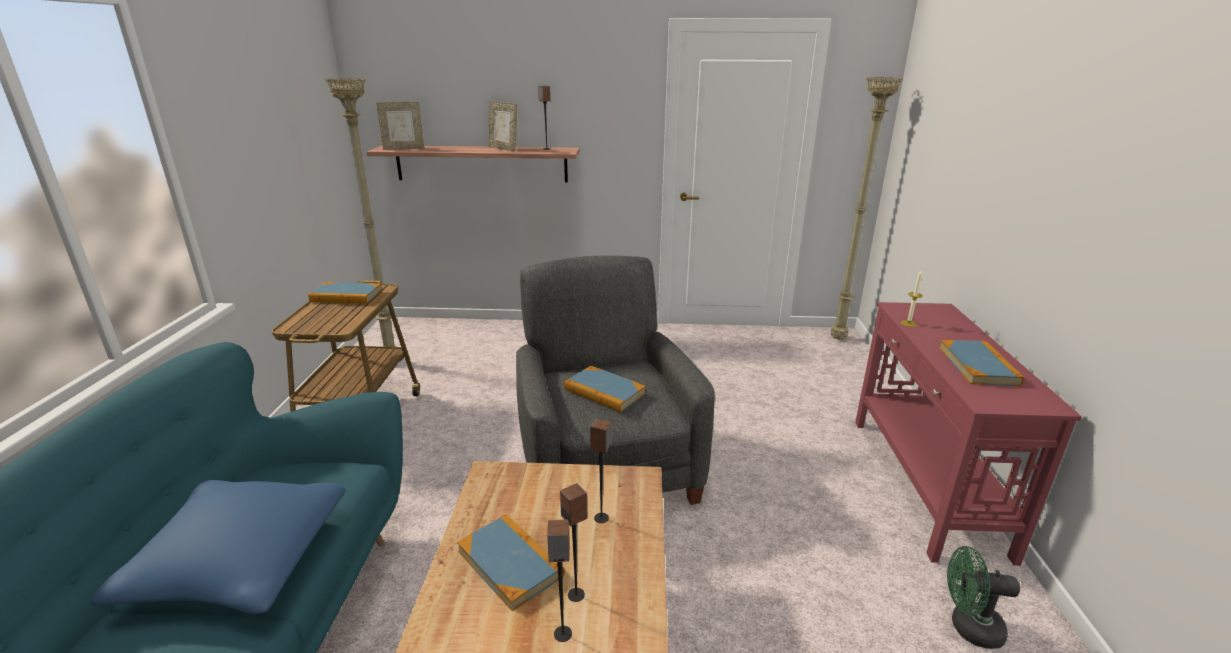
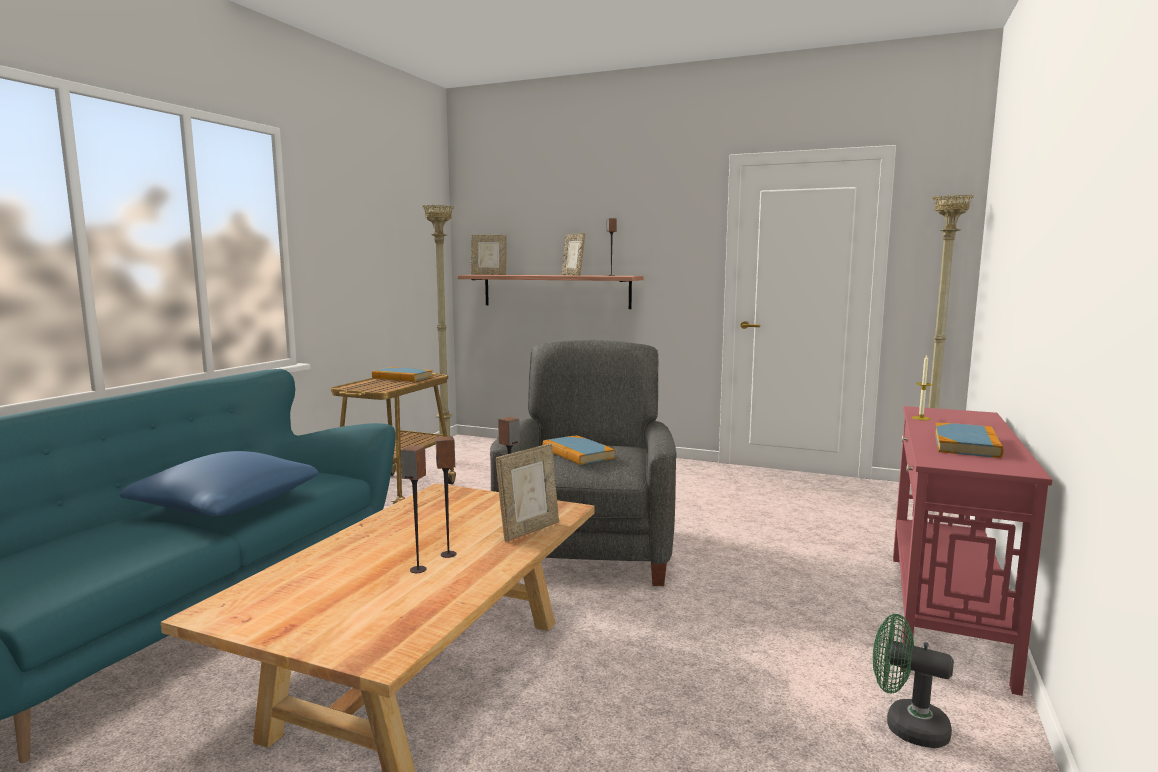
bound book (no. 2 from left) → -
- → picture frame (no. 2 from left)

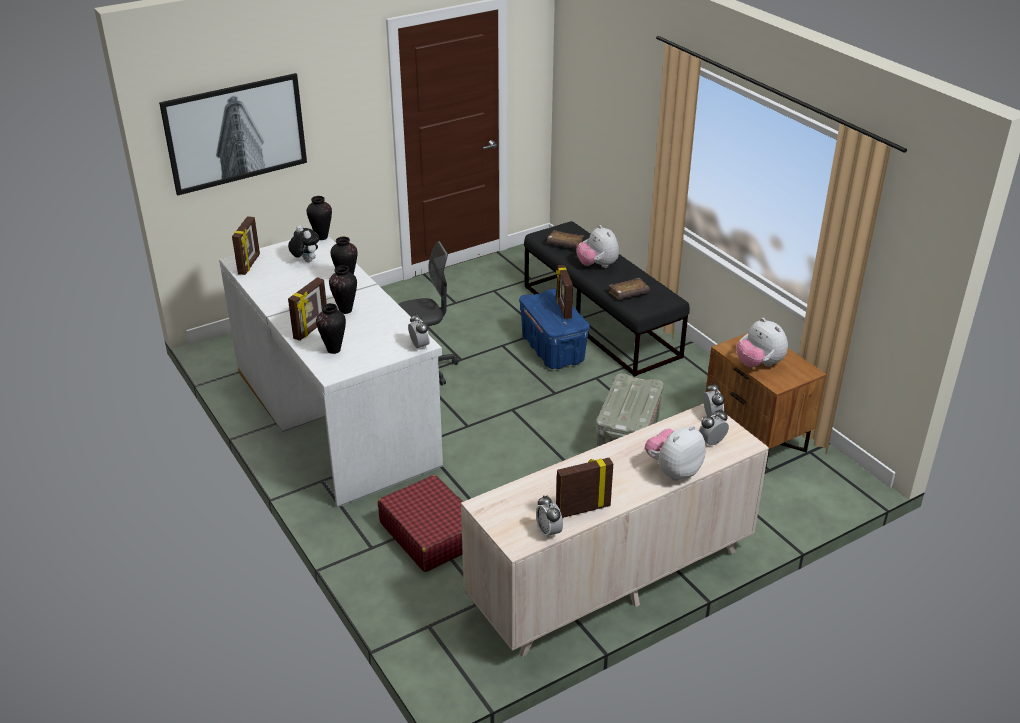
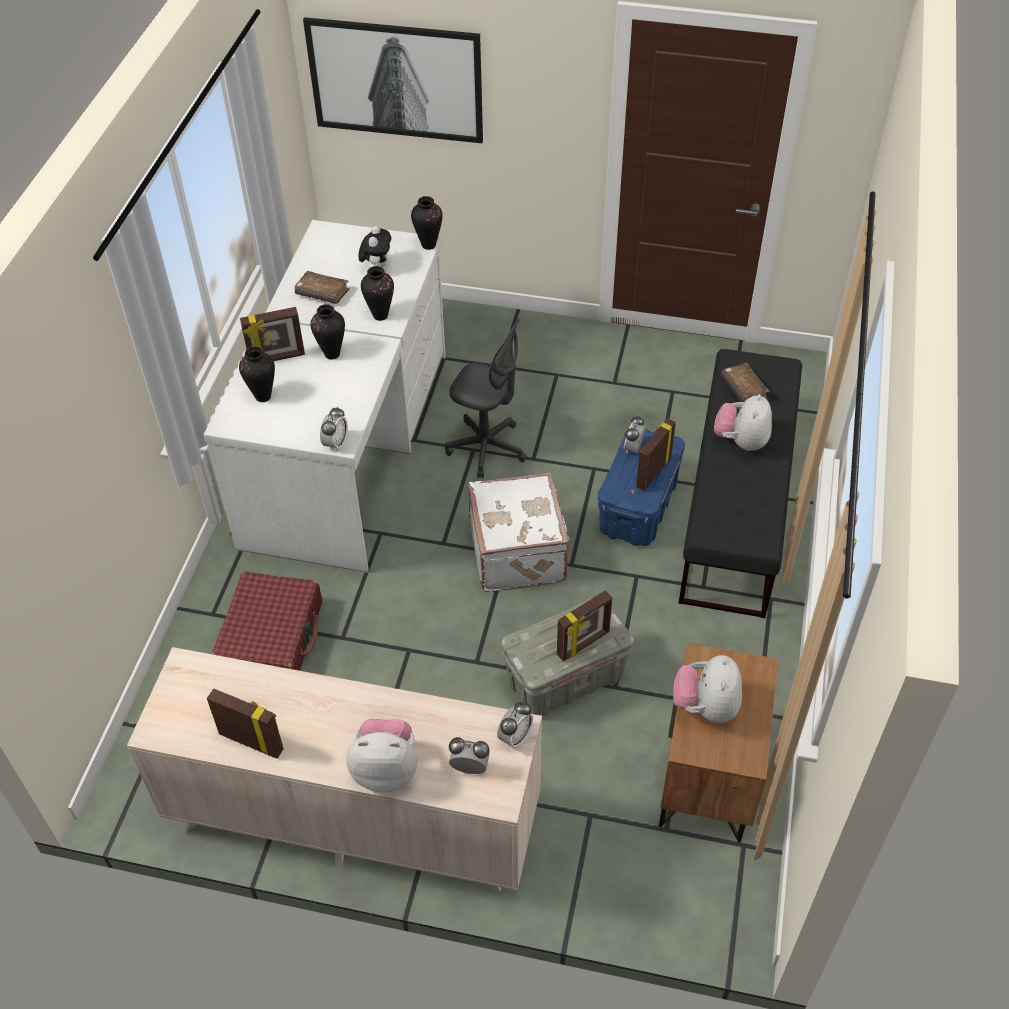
picture frame (no. 1 from left in the first image) → picture frame (no. 3 from left), relocated
alarm clock (no. 2 from left in the first image) → alarm clock (no. 4 from left), relocated
brown-coloured bound book (no. 2 from left in the first image) → brown-coloured bound book (no. 1 from left), relocated
- → white suitcase

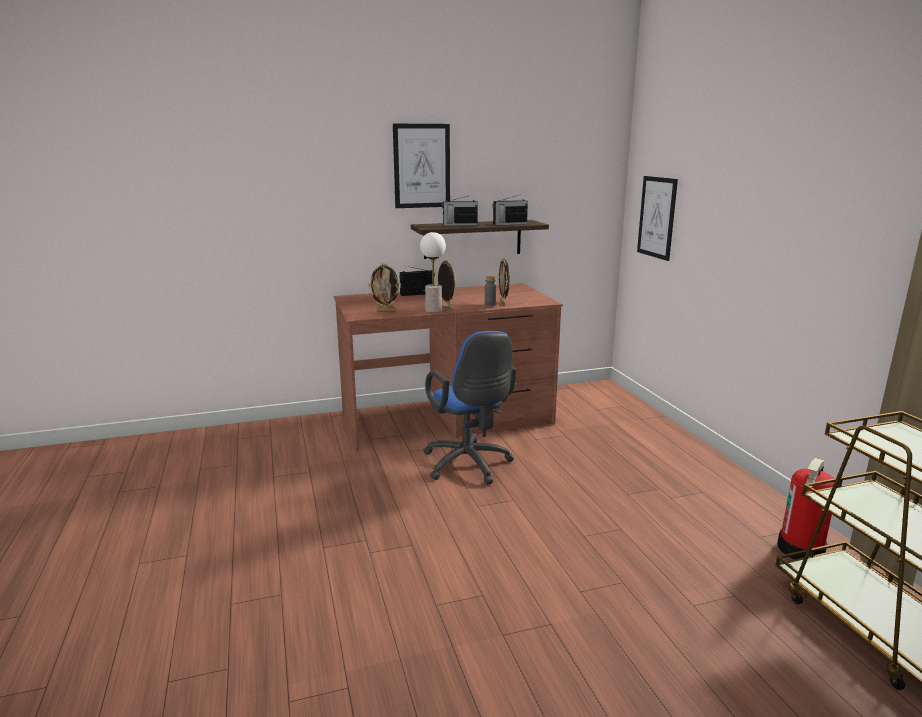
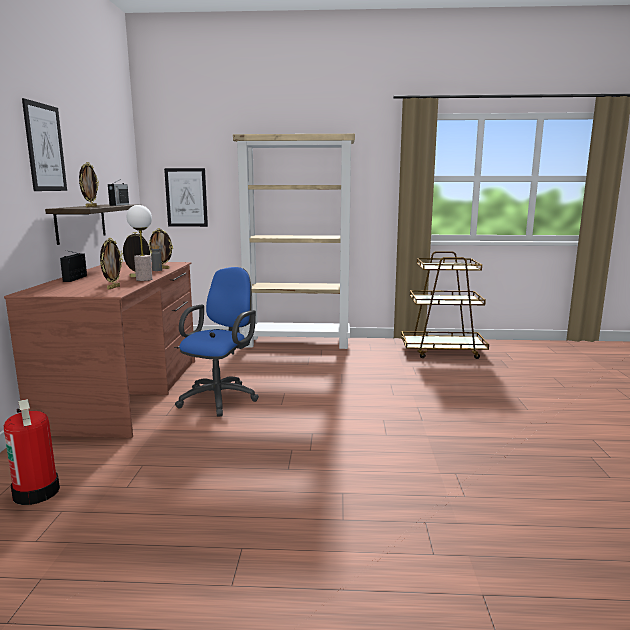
bluish office chair, 60 degrees counterclockwise
radio (no. 2 from left) → picture frame (no. 1 from left)
fire extinguisher, relocated
- → beige-coloured shelving unit

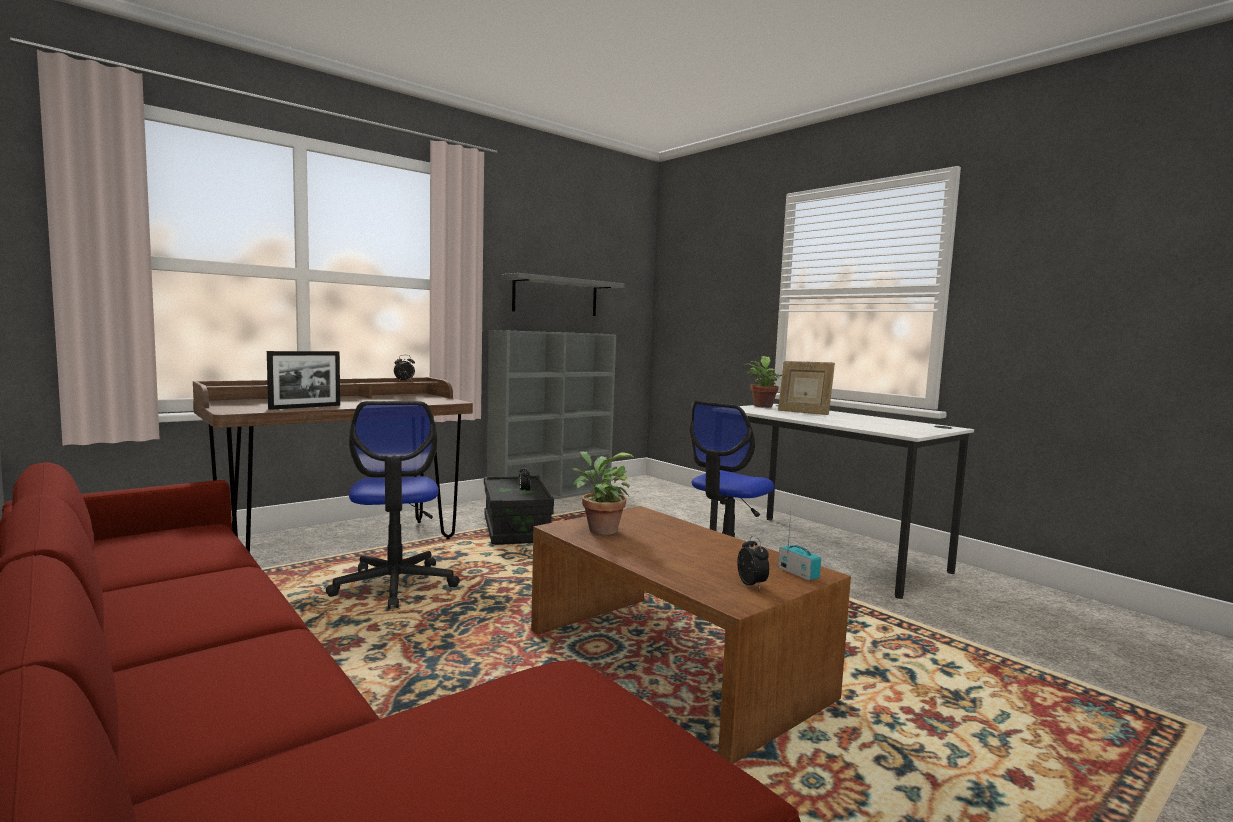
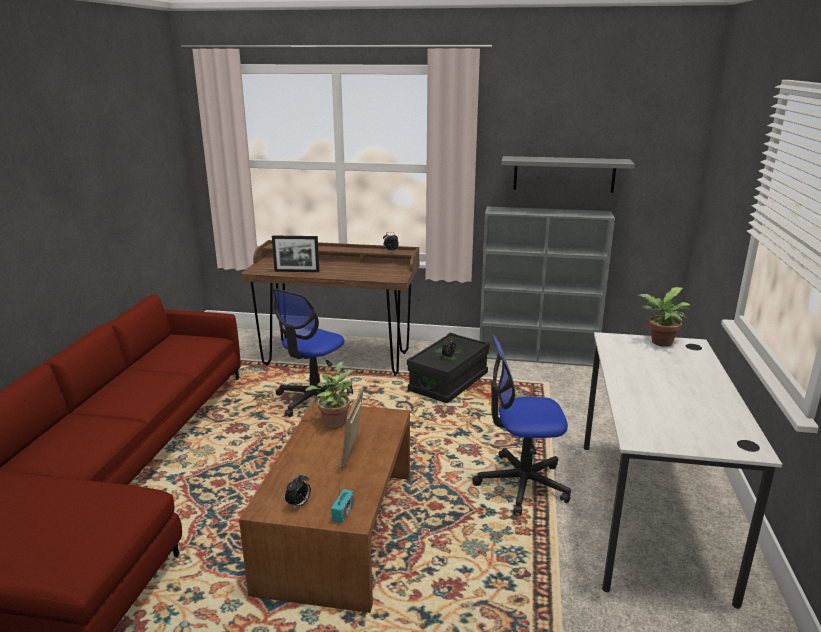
picture frame (no. 2 from left), relocated

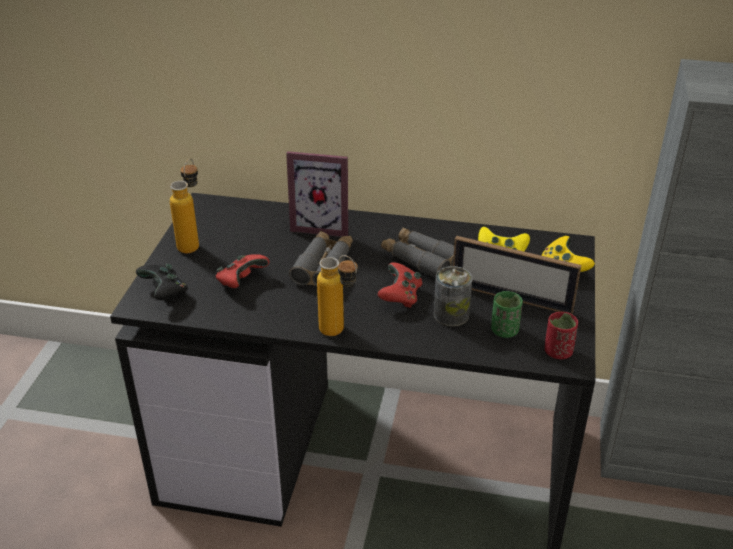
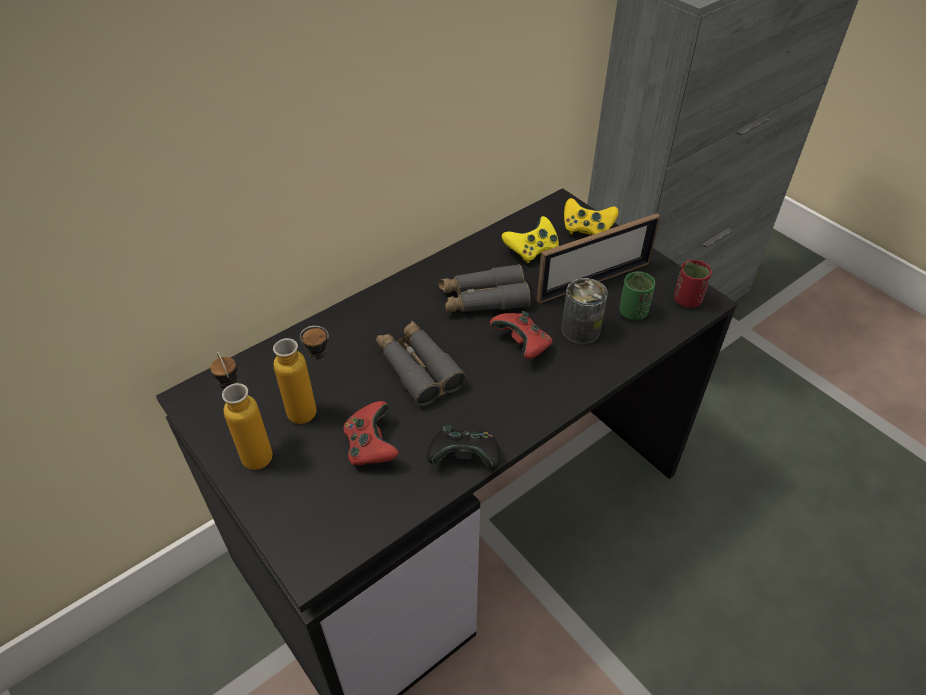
black-coloured game controller, relocated
picture frame (no. 1 from left) → -
drink bottle (no. 2 from left), relocated

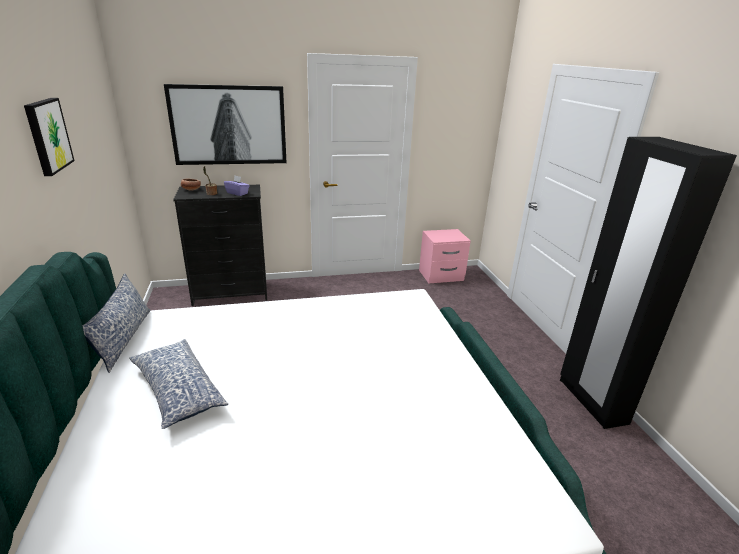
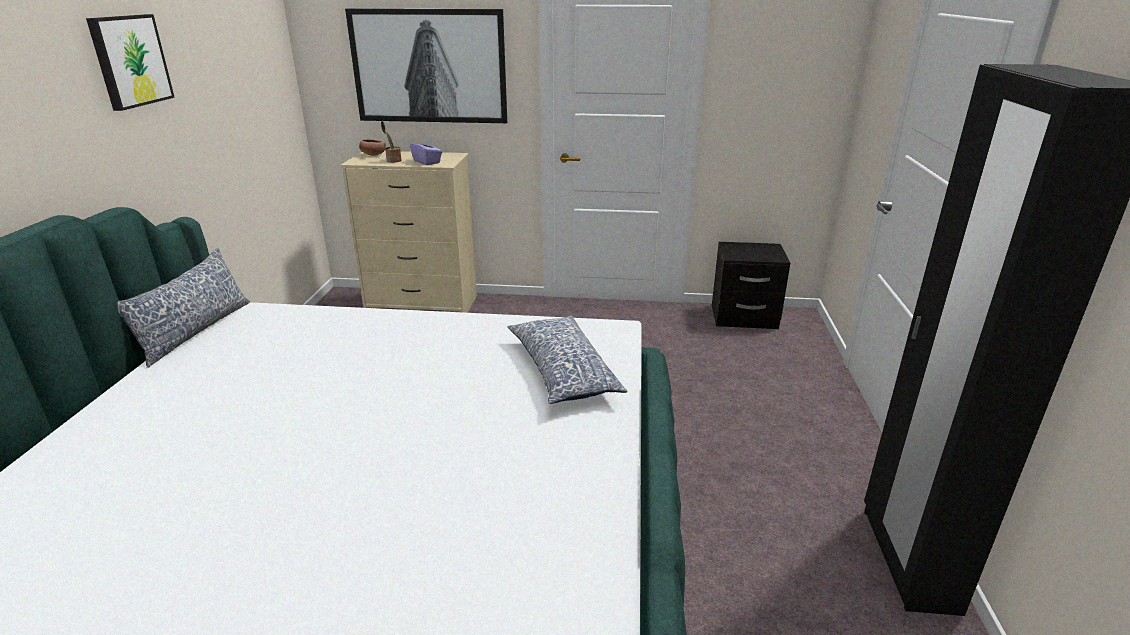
cushion (no. 2 from left), relocated
black-coloured dresser → beige-coloured dresser
pink-coloured bedside table → black-coloured bedside table

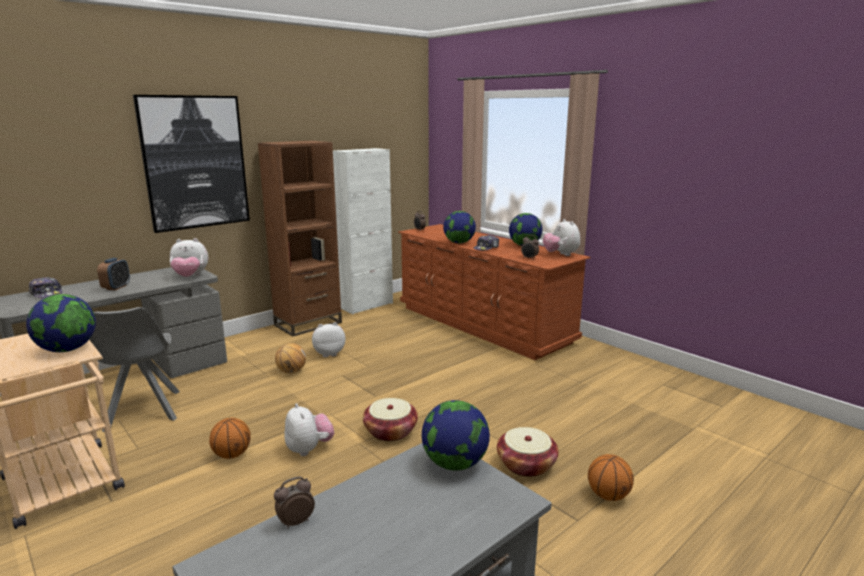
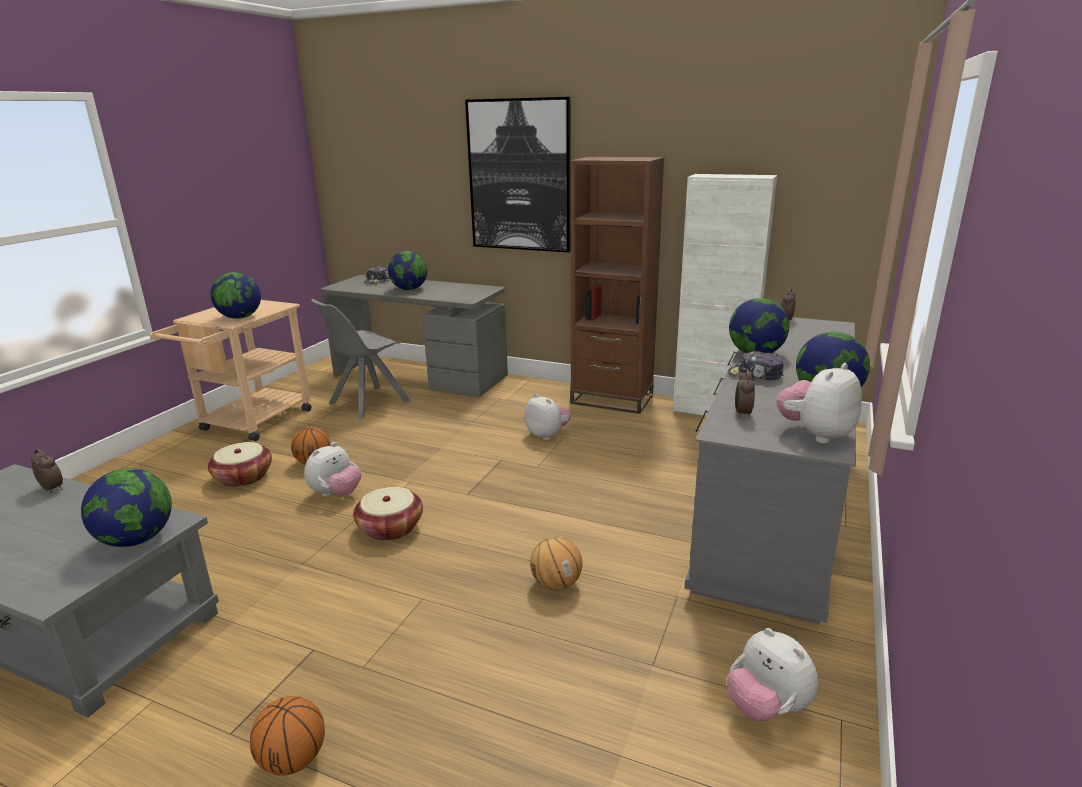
alarm clock (no. 1 from left) → world globe (no. 3 from left)
plush toy (no. 1 from left in the first image) → plush toy (no. 3 from left), relocated
basketball (no. 2 from left in the first image) → basketball (no. 3 from left), relocated
brown-coloured dresser → gray dresser
storage basket (no. 2 from left in the first image) → storage basket (no. 1 from left), relocated

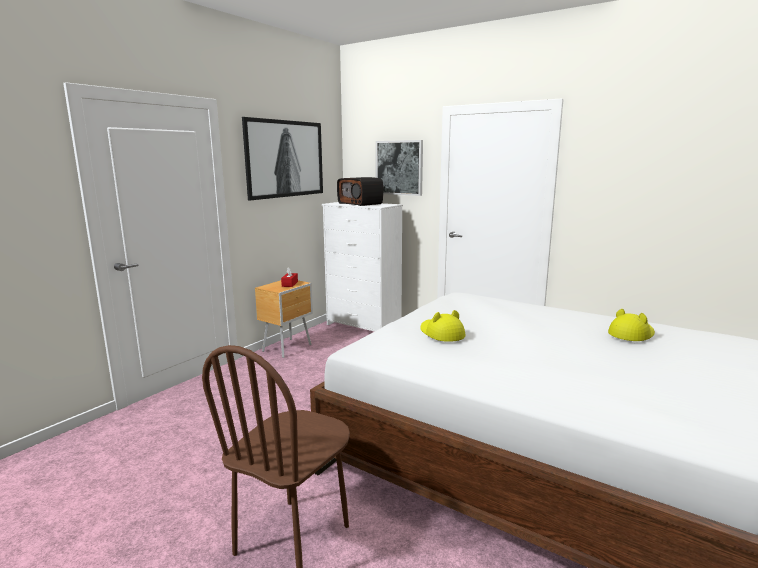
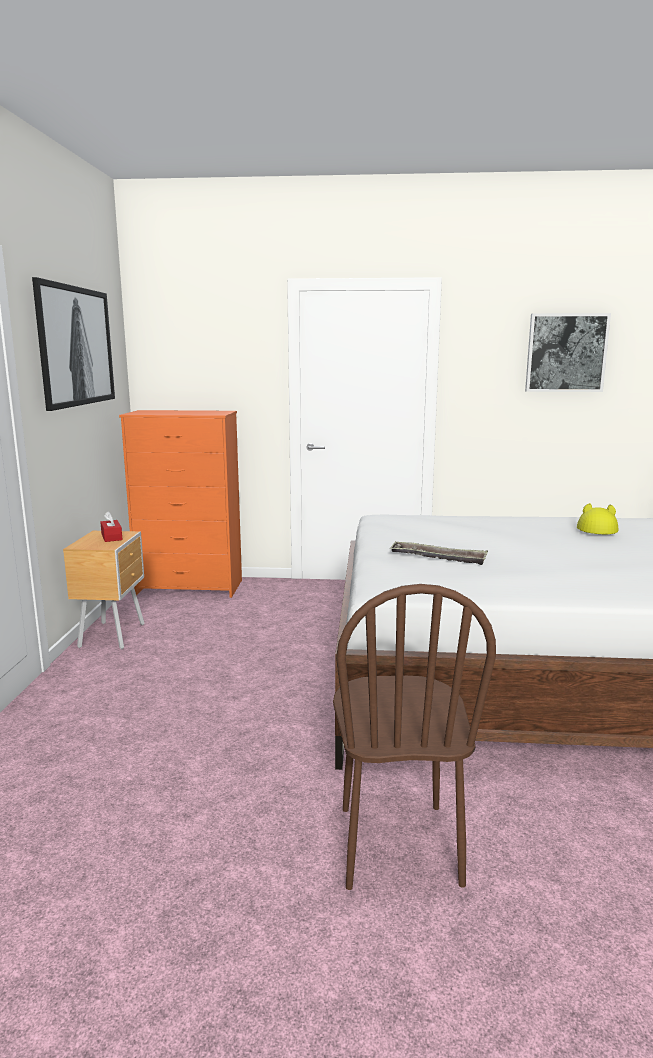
white dresser → orangey dresser
radio → -
picture (no. 2 from left), relocated
yellowish wearable hat (no. 1 from left) → carrying tray

